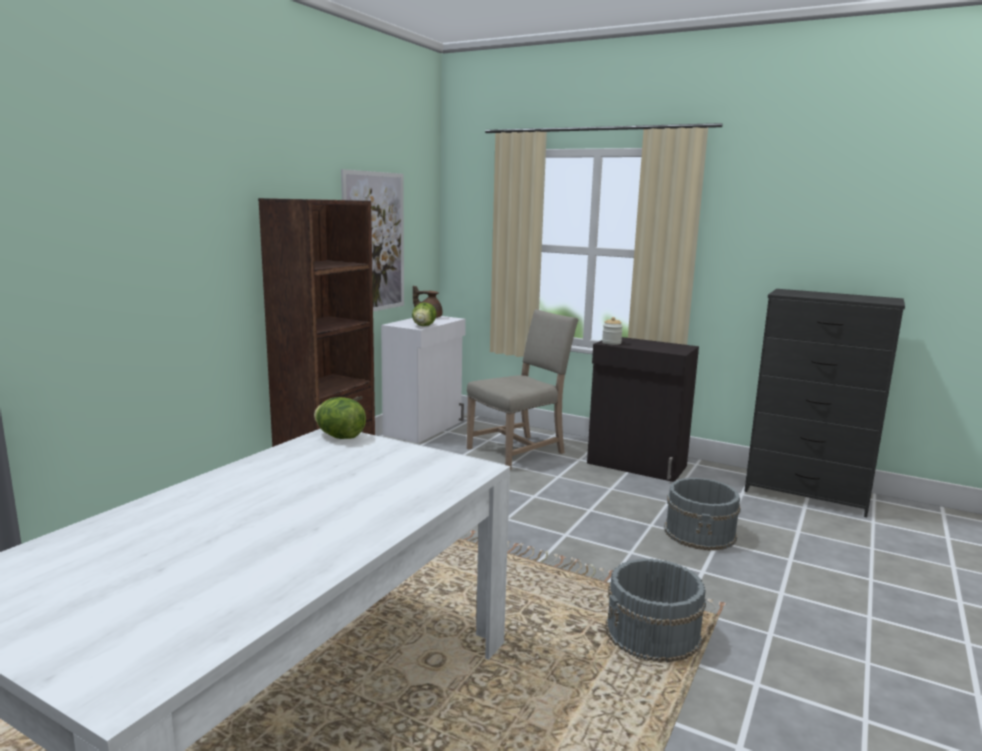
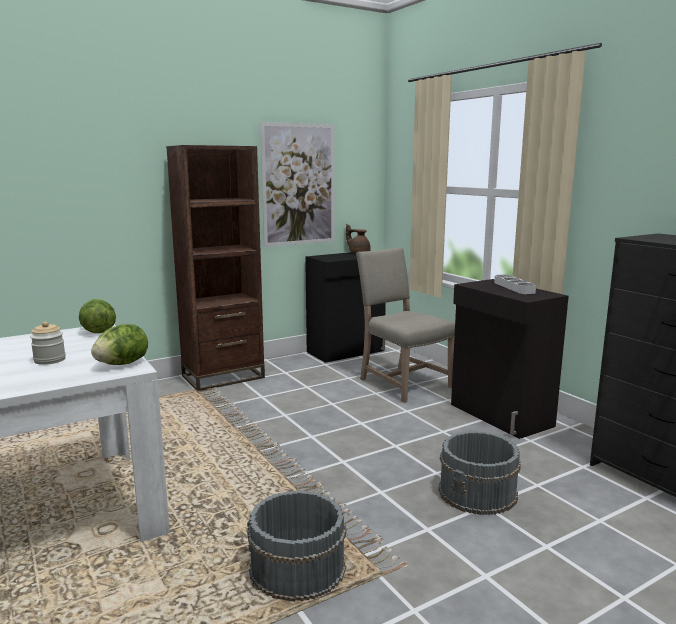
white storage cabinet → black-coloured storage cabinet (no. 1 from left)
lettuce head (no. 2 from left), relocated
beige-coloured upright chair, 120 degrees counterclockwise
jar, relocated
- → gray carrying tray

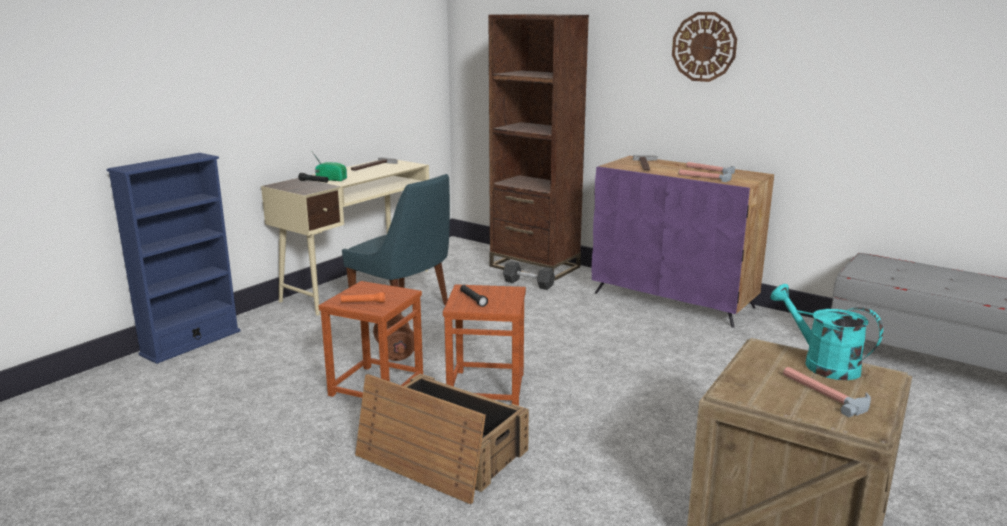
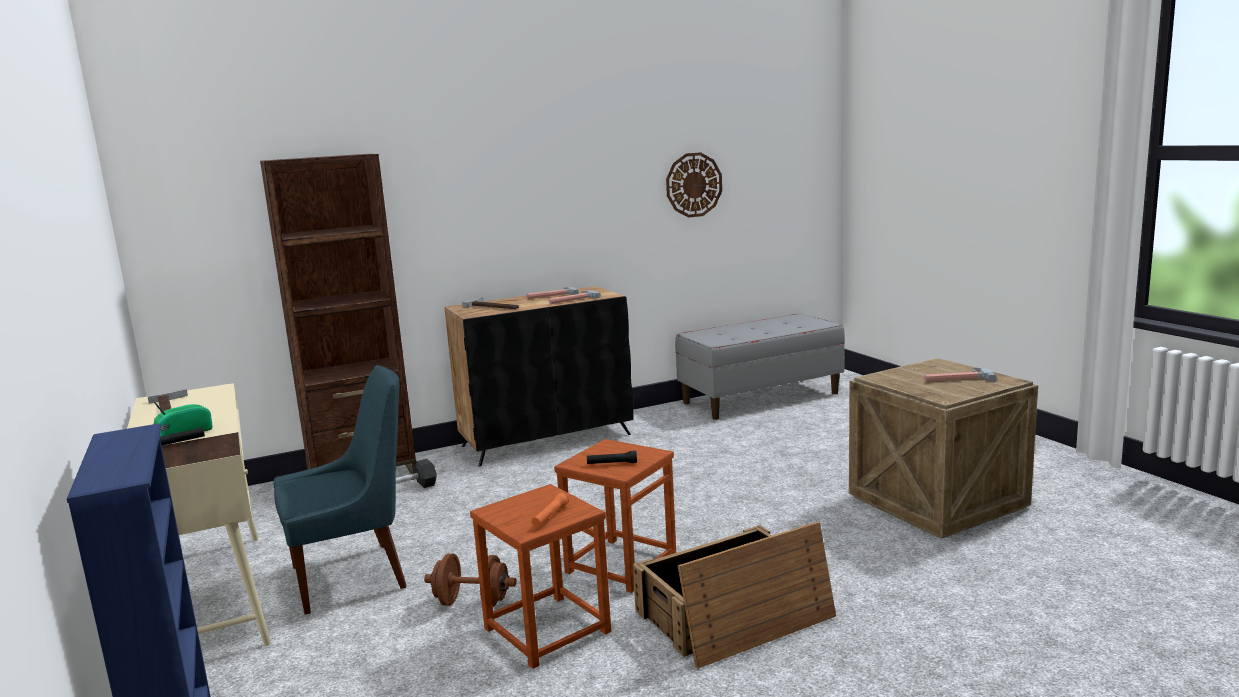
purple storage cabinet → black-coloured storage cabinet
hanging clock, relocated
turquoise watering can → -

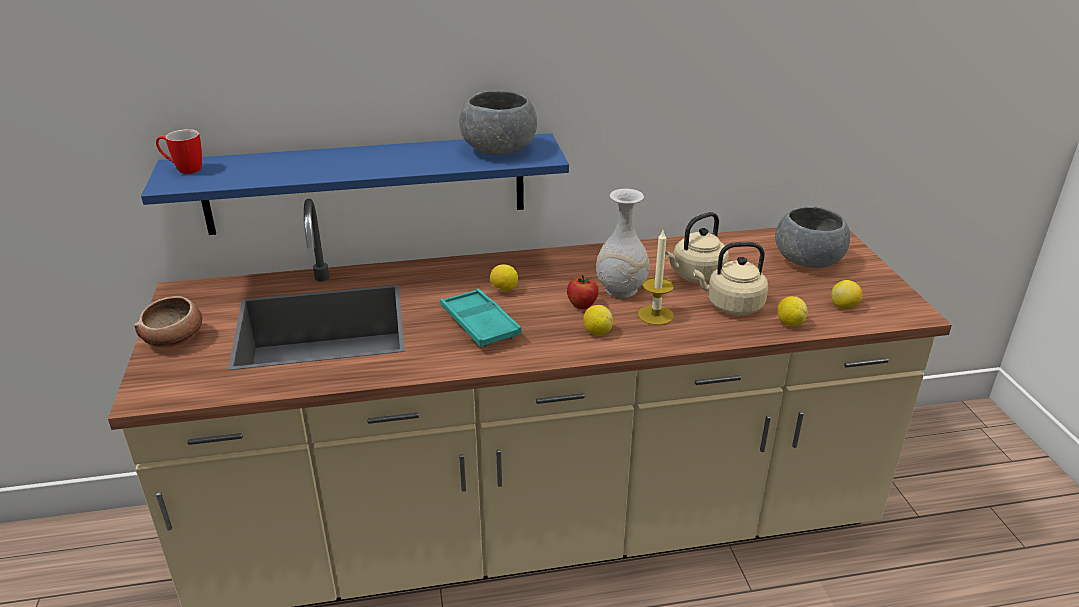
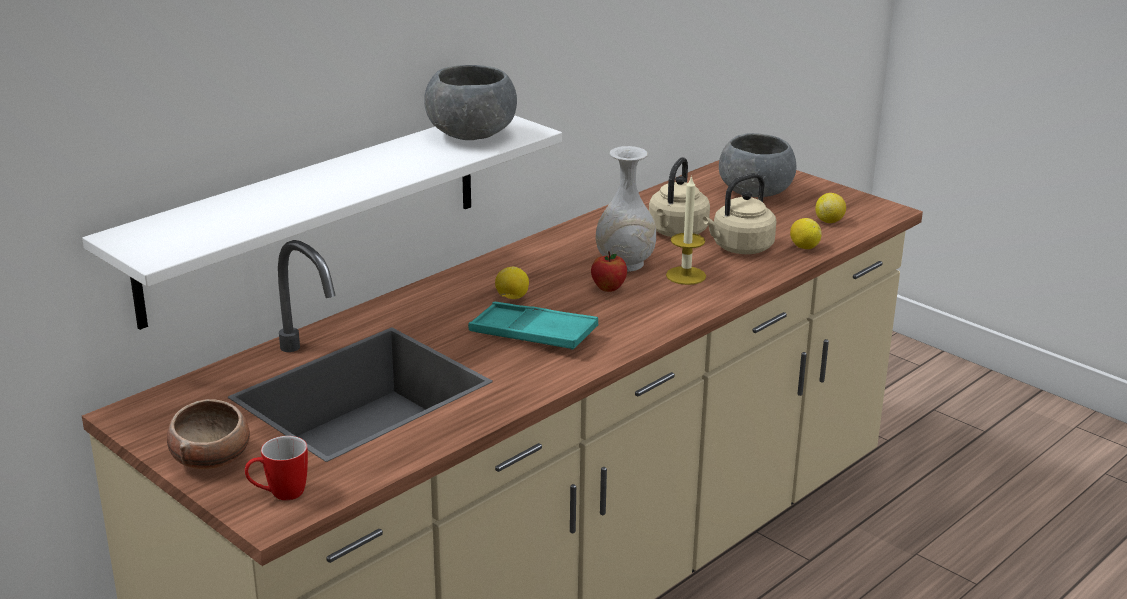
bluish shelf → white shelf
coffee mug, relocated
lemon (no. 2 from left) → -

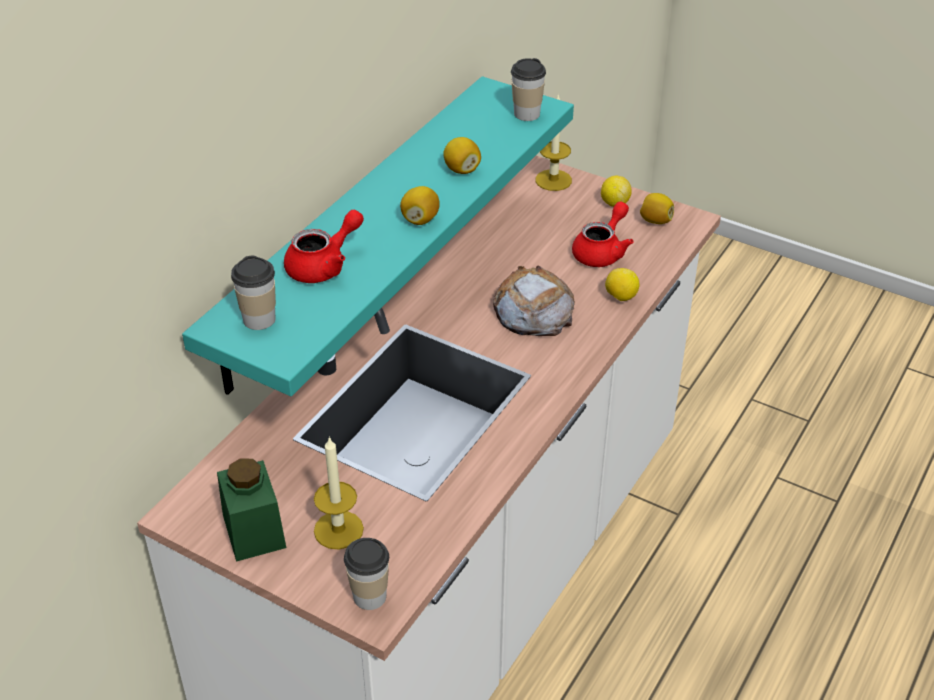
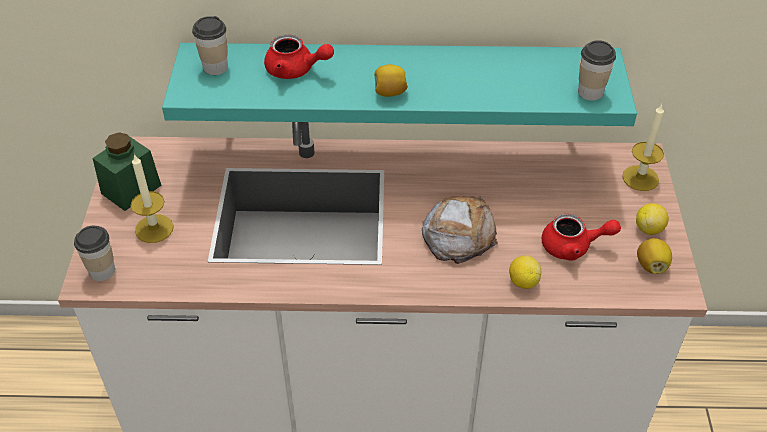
lemon (no. 2 from left) → -

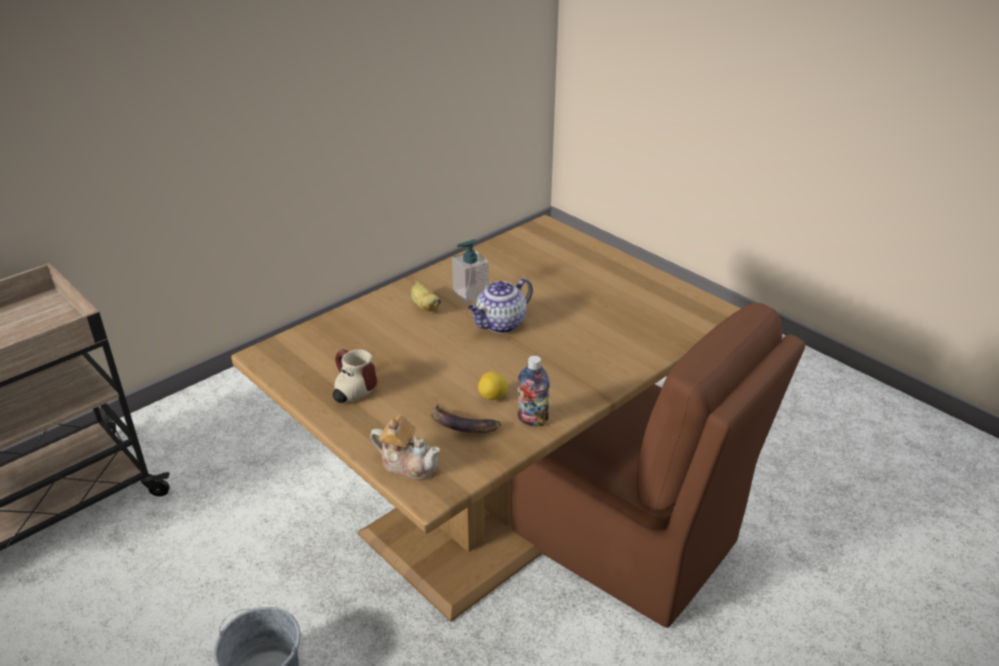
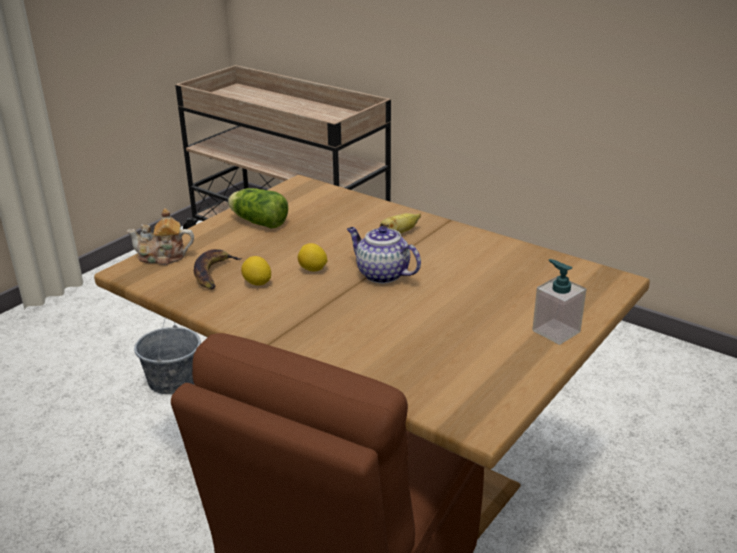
coffee mug → lettuce head
tea pot (no. 1 from left), 75 degrees clockwise
liquid soap bottle, relocated
drink bottle → -
- → lemon (no. 2 from left)

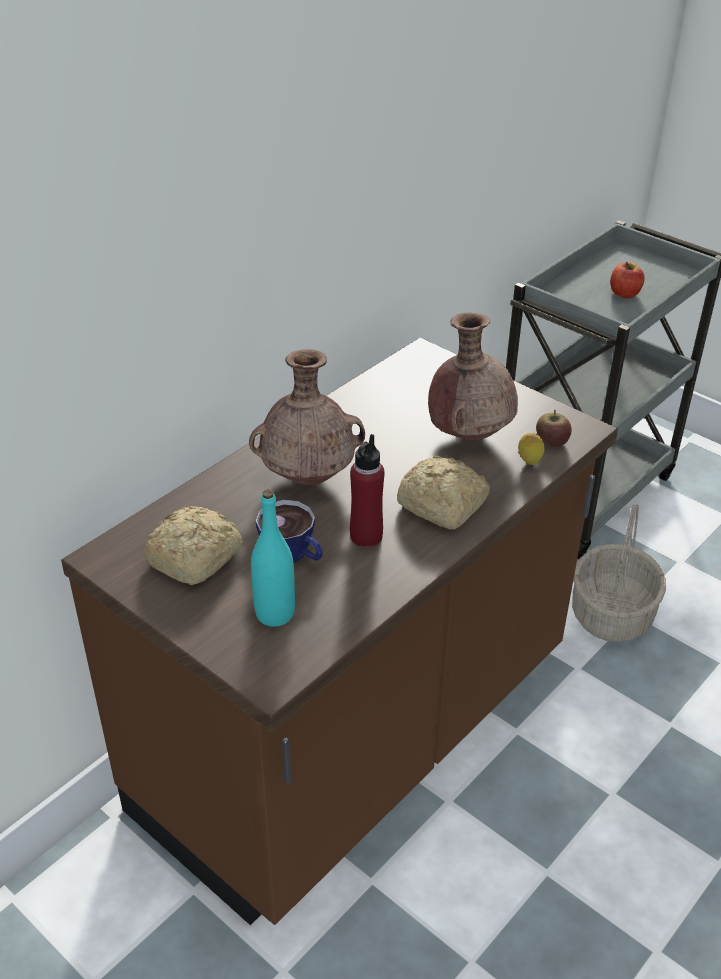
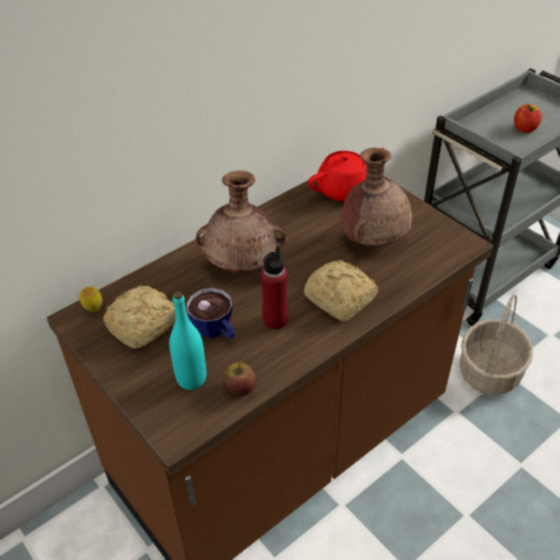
lemon, relocated
apple (no. 1 from left), relocated
- → red tea pot

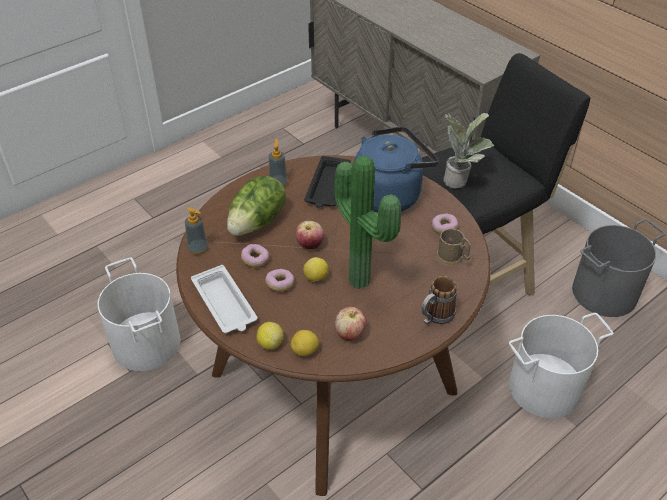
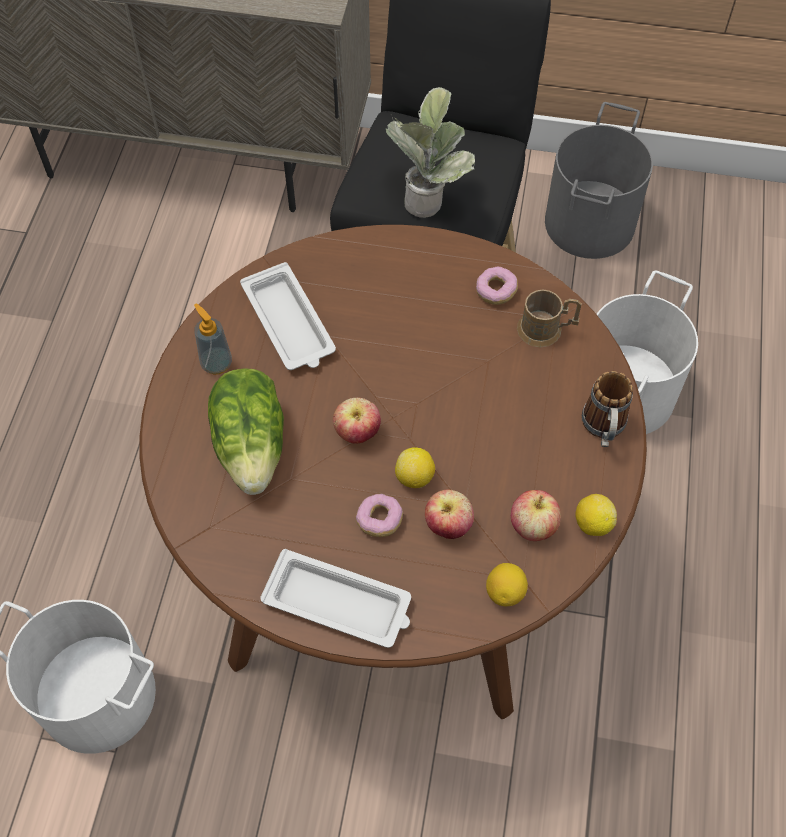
liquid soap bottle (no. 1 from left) → -
doughnut (no. 1 from left) → -
lemon (no. 1 from left in the first image) → lemon (no. 3 from left), relocated
black-coloured carrying tray → white carrying tray (no. 1 from left)
plant in a pot (no. 1 from left) → -
bluish water kettle → -
- → apple (no. 2 from left)

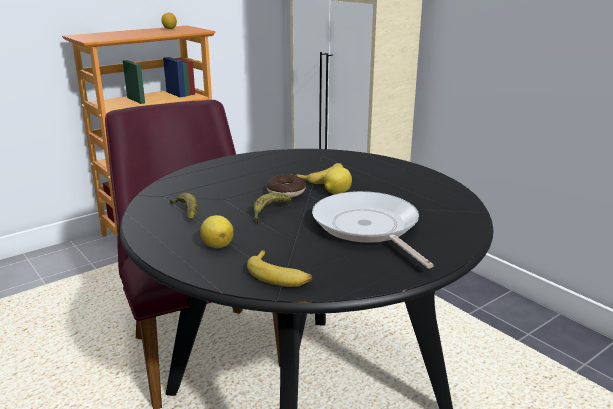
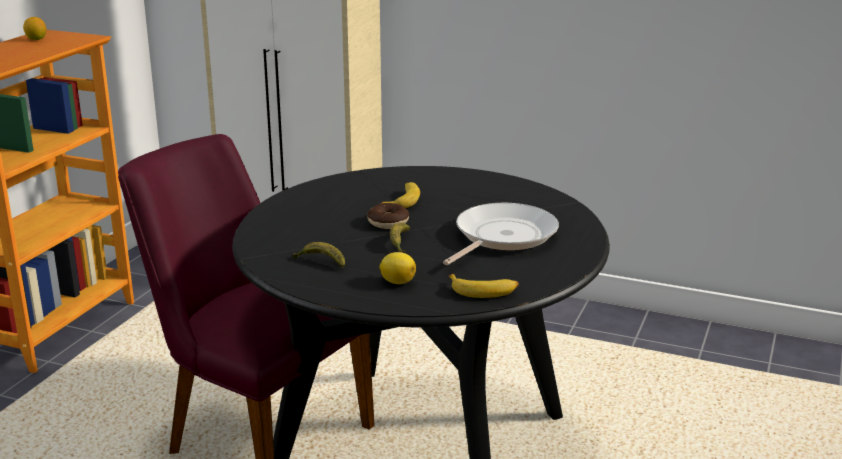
pan, 90 degrees clockwise
lemon (no. 3 from left) → -

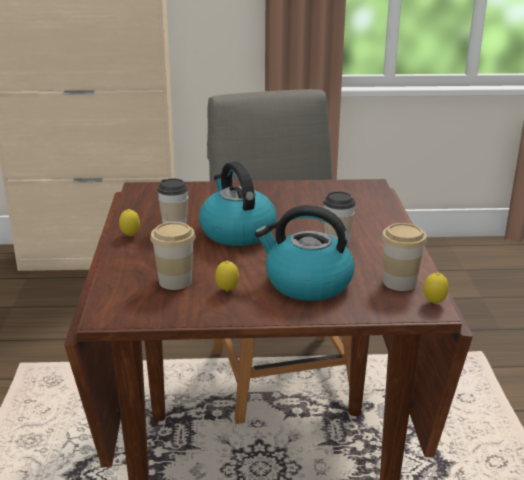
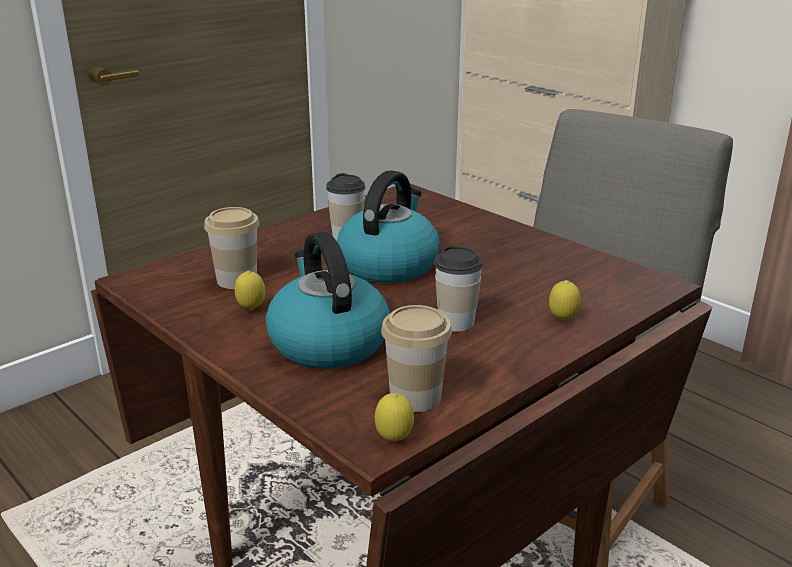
lemon (no. 1 from left in the first image) → lemon (no. 3 from left), relocated

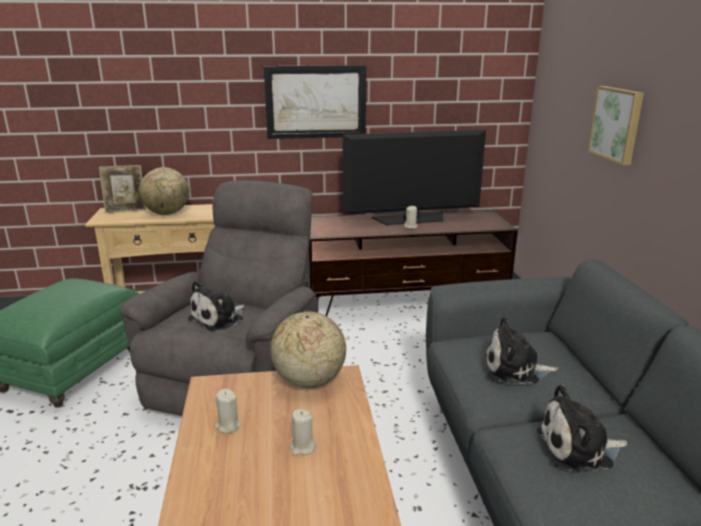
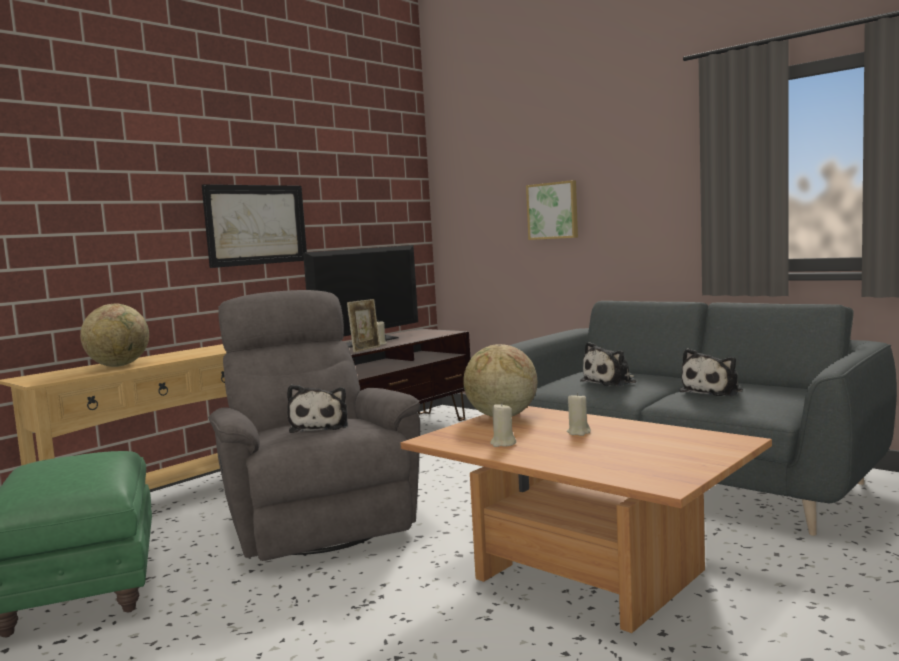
picture frame, relocated

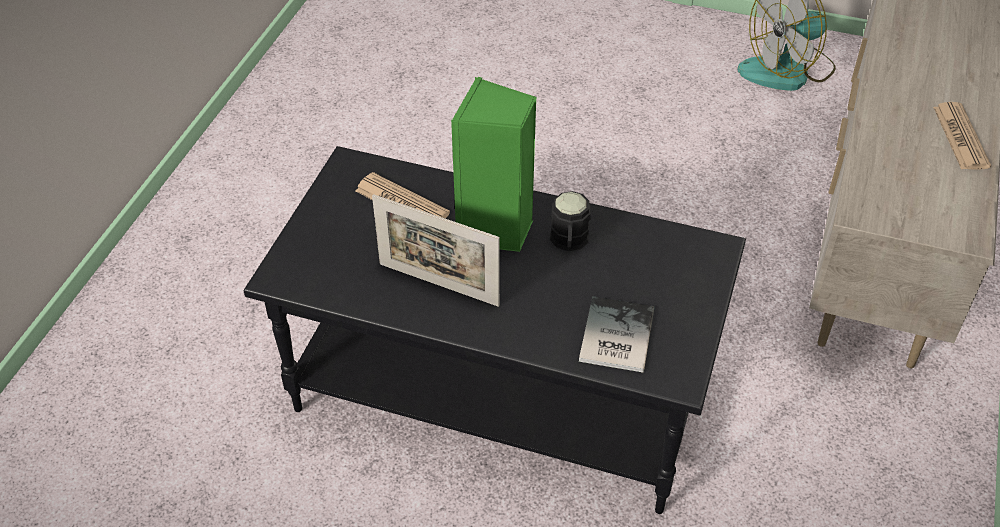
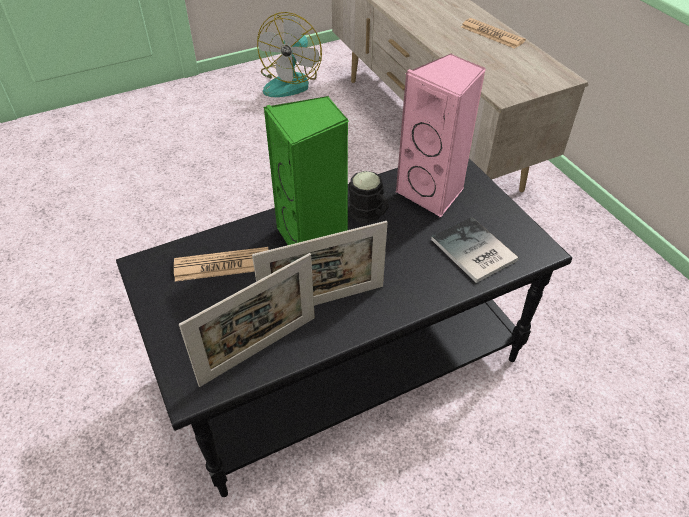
- → picture frame (no. 1 from left)
- → pink-coloured audio speaker

